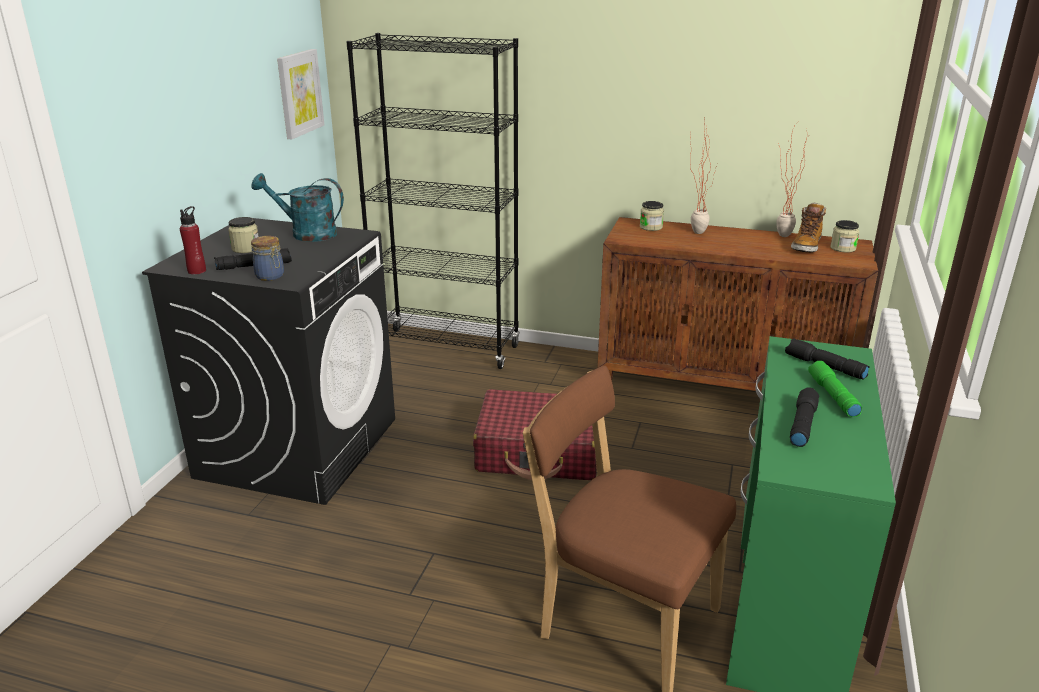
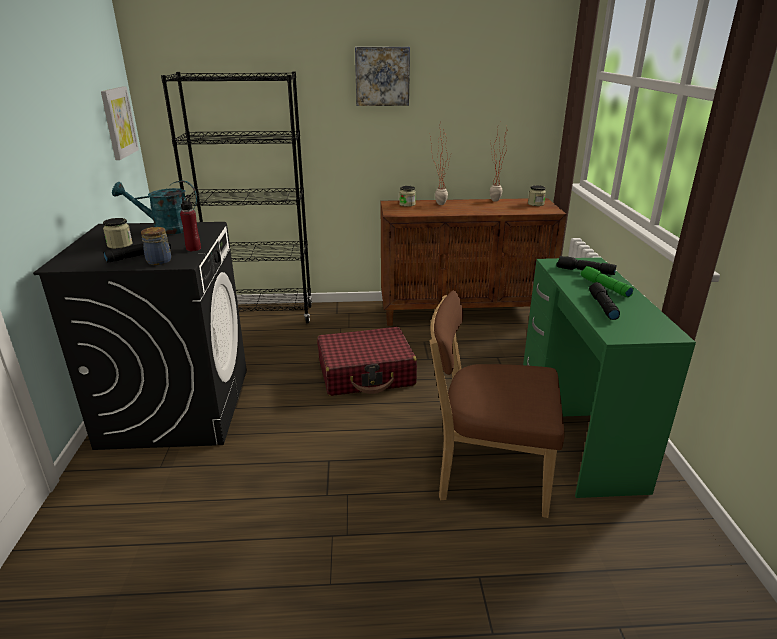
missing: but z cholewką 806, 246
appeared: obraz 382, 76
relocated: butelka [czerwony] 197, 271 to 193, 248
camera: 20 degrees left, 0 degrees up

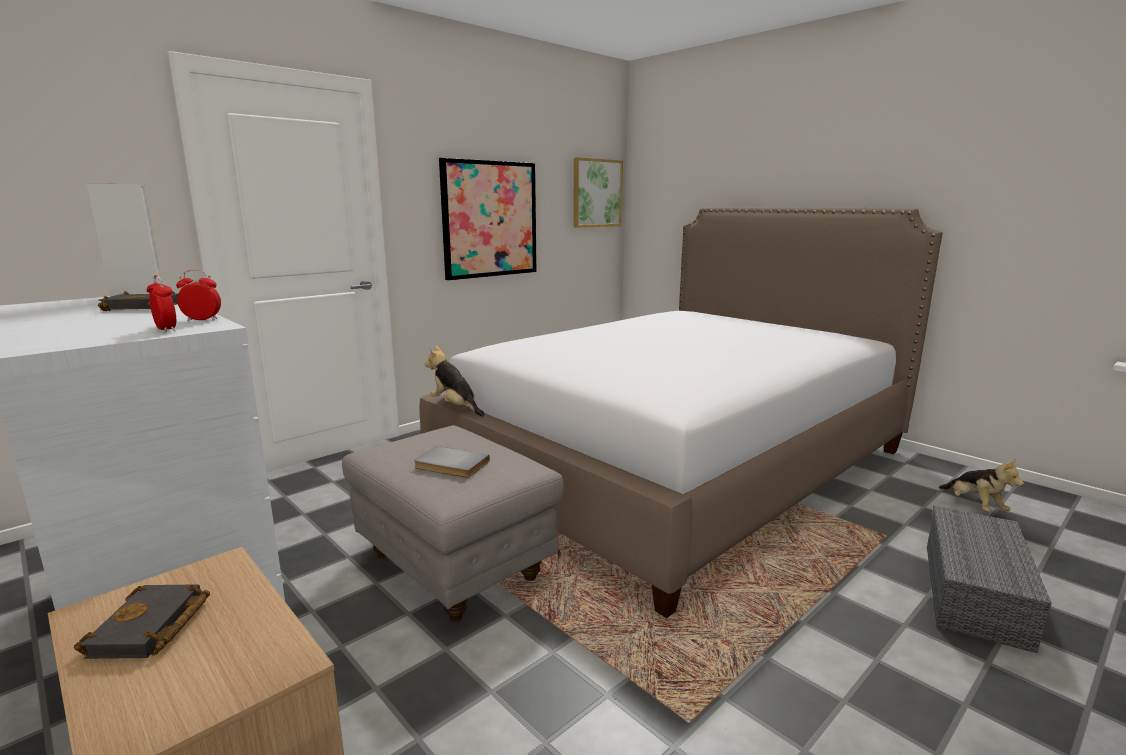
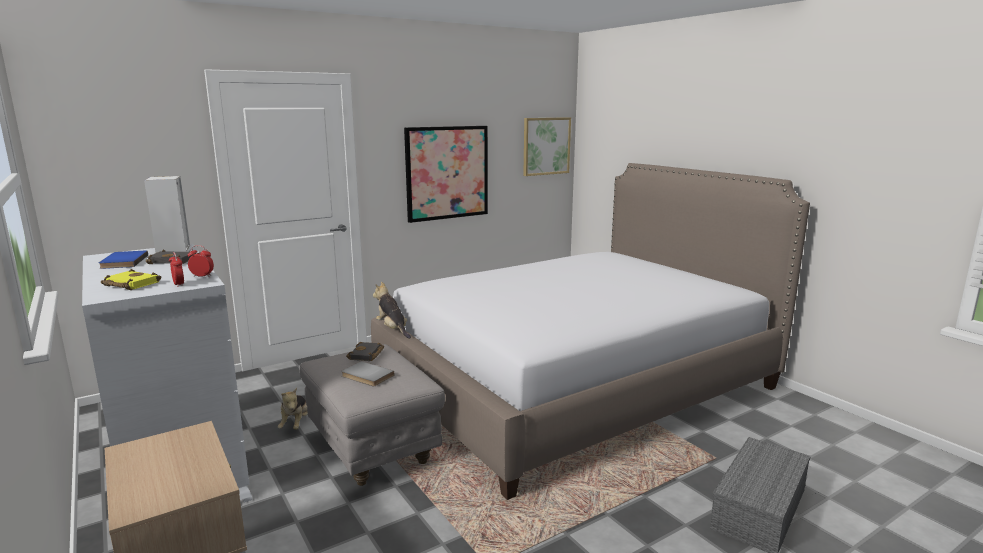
appeared: książka [niebieski] 122, 262; książka [żółty] 129, 284
relocated: książka [czarny] 150, 629 to 366, 355; pluszak 974, 506 to 296, 424
camera: 10 degrees right, 0 degrees up

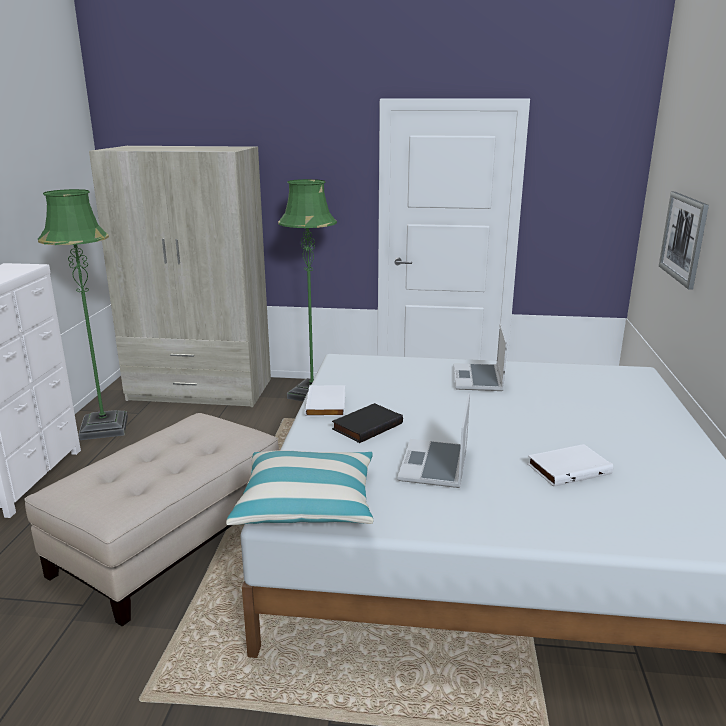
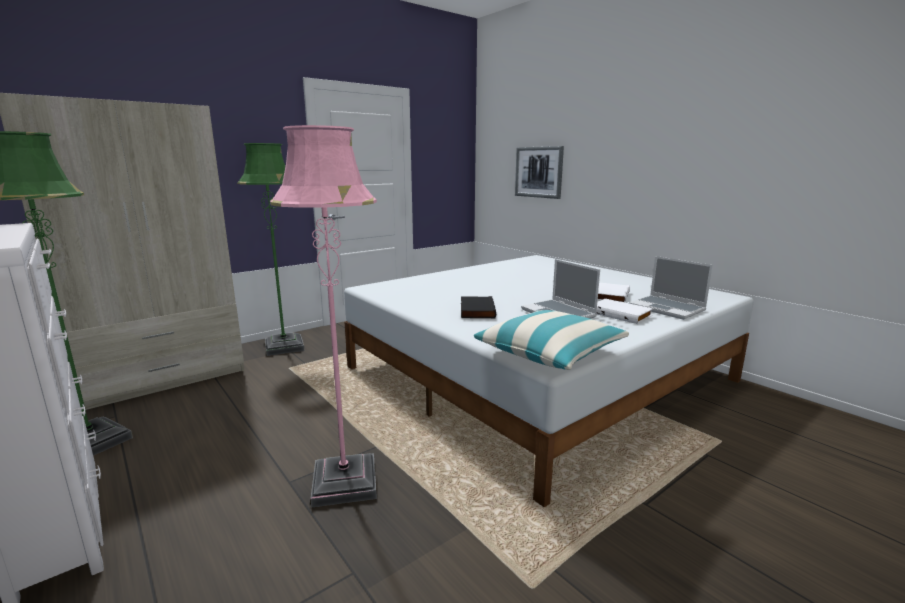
relocated: książka [biały] 327, 405 to 621, 314; laptop 478, 379 to 668, 308
exchanged: pufa [beżowy] 170, 540 to lampa stojąca [różowy] 345, 482
camera: 45 degrees left, 5 degrees down

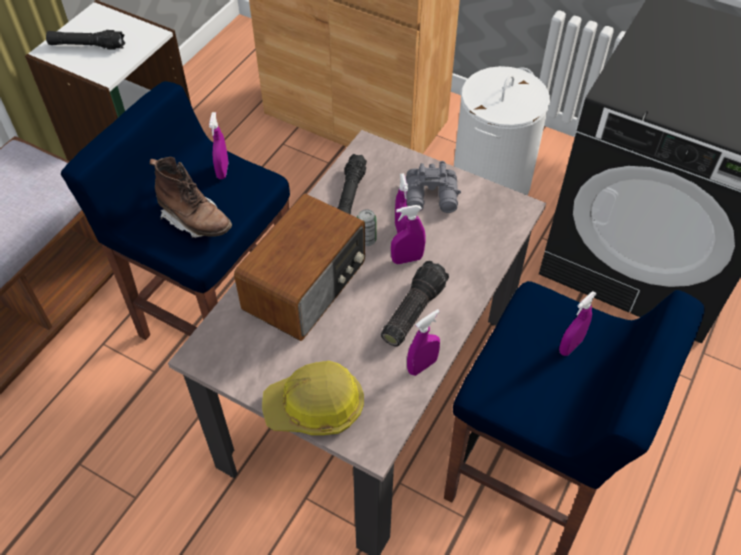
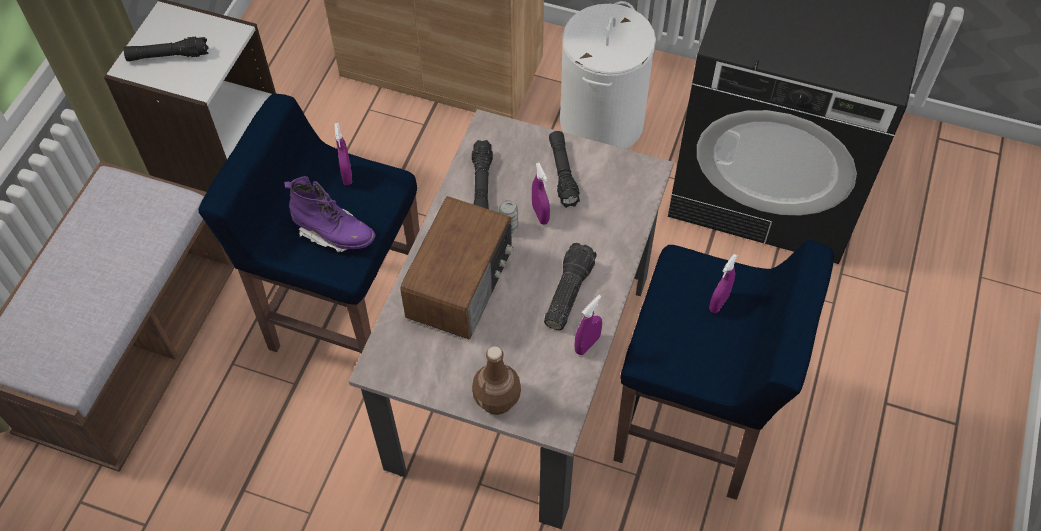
missing: spryskiwacz [fioletowy] 407, 259
exchanged: kask 315, 407 to butelka [brązowy] 497, 400; lornetka [szary] 432, 198 to latarka [czarny] 562, 173
colour: but z cholewką [brązowy] 195, 220 to but z cholewką [fioletowy] 334, 233
camera: 10 degrees left, 5 degrees up

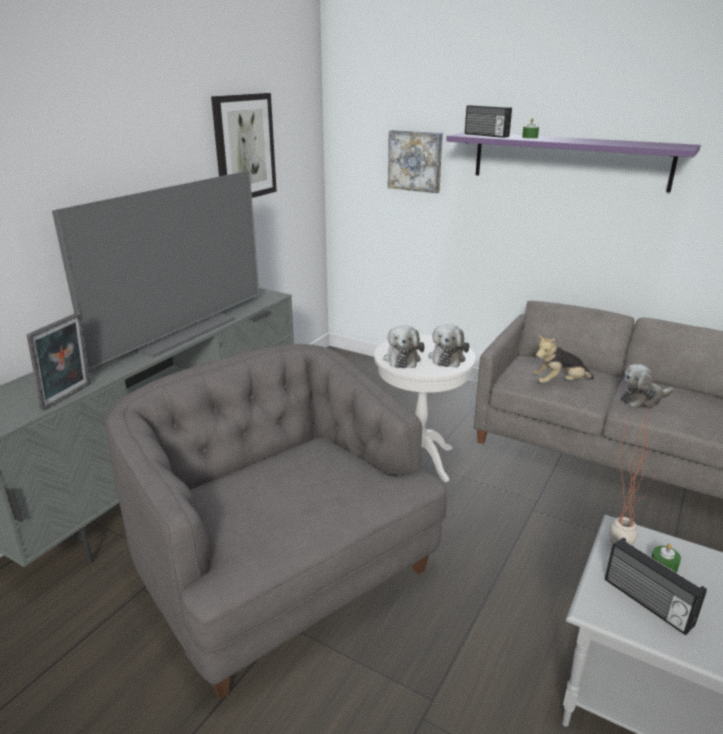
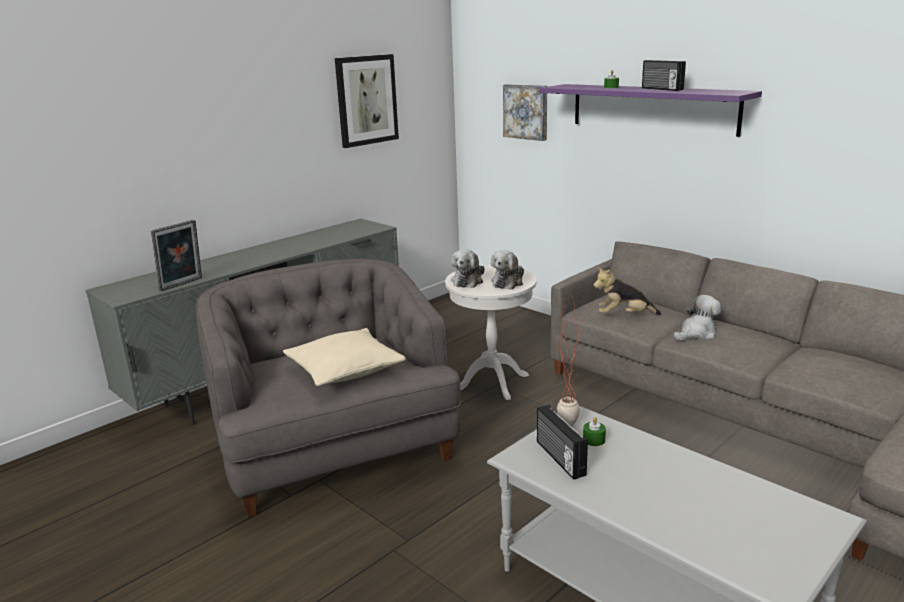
missing: telewizor 178, 331
appeared: poduszka [beżowy] 345, 370
relocated: radio 485, 135 to 661, 89
spun: pluszak 643, 400 = 696, 333 150 degrees clockwise
camera: 15 degrees right, 5 degrees down

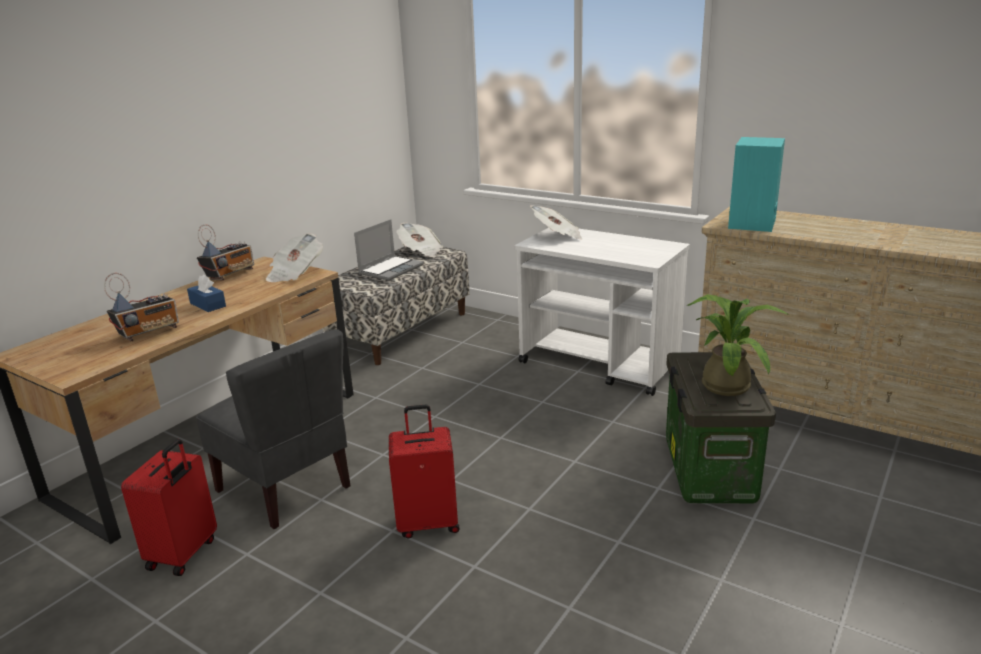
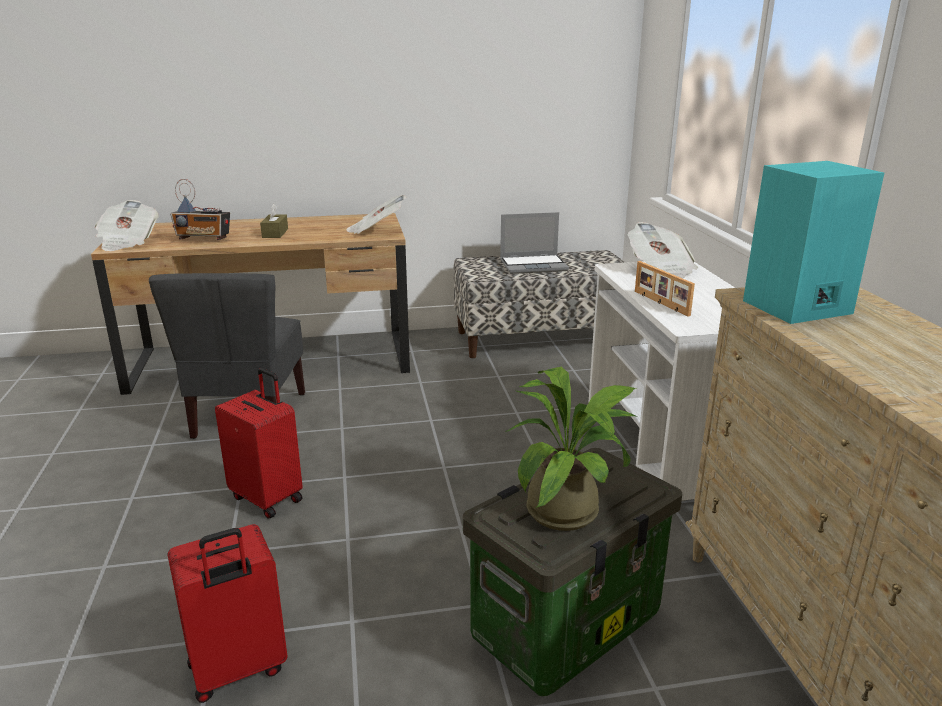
missing: radio 230, 275
appeared: ramka na zdjęcie 660, 303
relocated: walizka [czerwony] 184, 554 to 238, 670; gazeta 421, 251 to 127, 242
colour: pudełko chusteczek [niebieski] 208, 305 to pudełko chusteczek [brązowy] 275, 233
camera: 45 degrees right, 0 degrees up

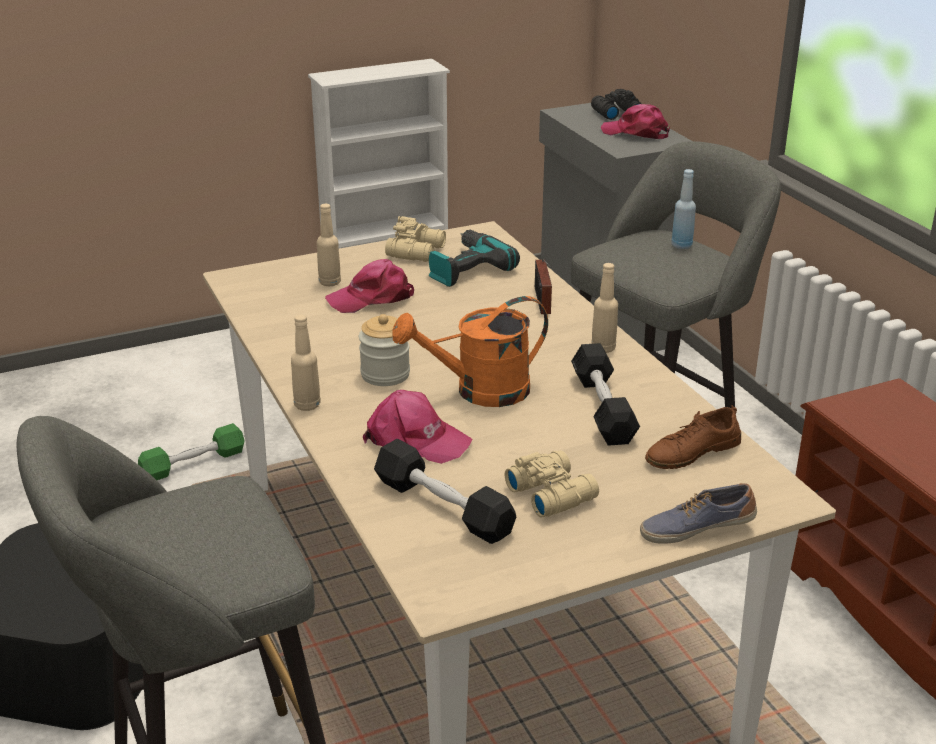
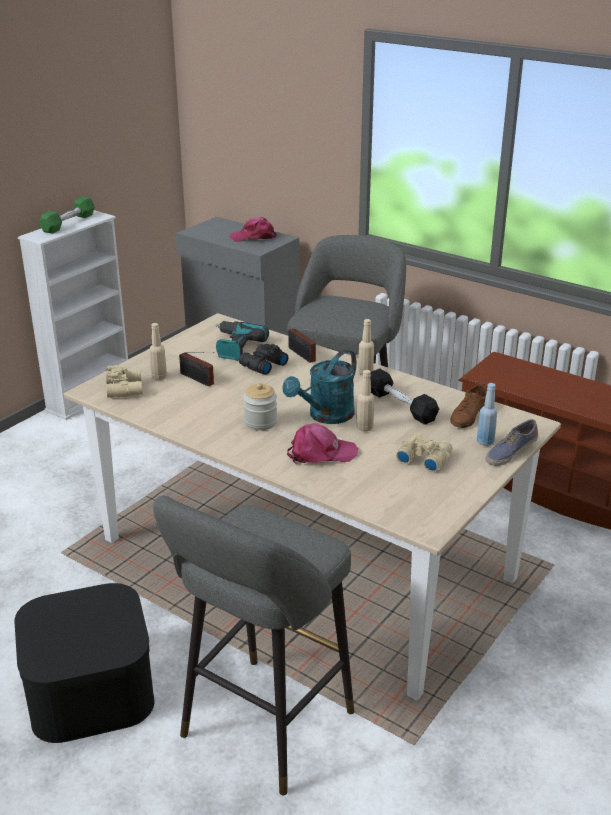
missing: hantel [czarny] 443, 507
relocated: hantel [zielony] 193, 463 to 68, 223; butelka [beżowy] 307, 405 to 364, 428; lornetka [beżowy] 418, 251 to 125, 389; lornetka [czarny] 615, 113 to 262, 365; butelka [niebieski] 681, 245 to 485, 442
exchanged: czapka z daszkiem [różowy] 372, 298 to radio 198, 379
colour: konewka [pomarańczowy] 479, 392 to konewka [turkusowy] 325, 416
camera: 30 degrees left, 0 degrees up

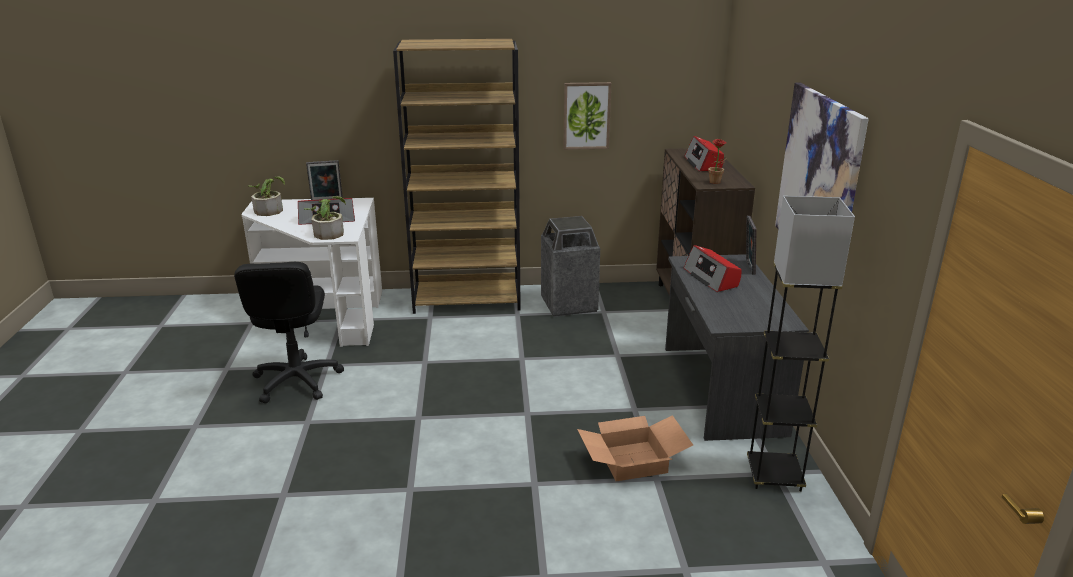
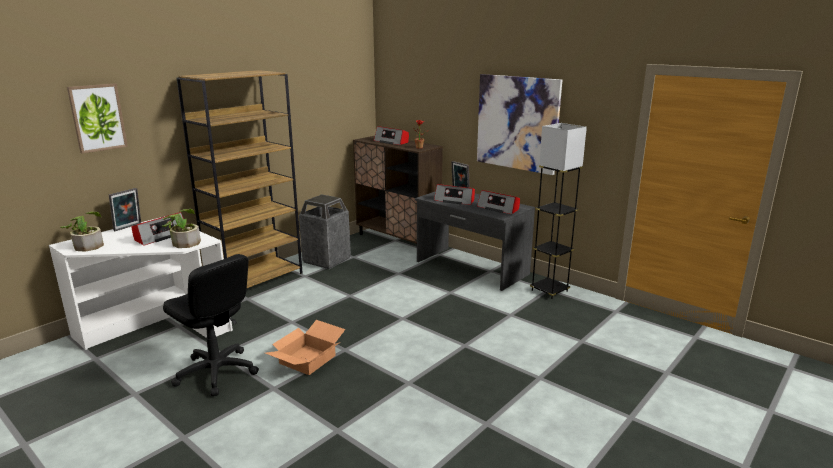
appeared: radio 498, 208
relocated: obraz 586, 116 to 97, 118; karton 632, 461 to 307, 360
camera: 45 degrees left, 5 degrees down

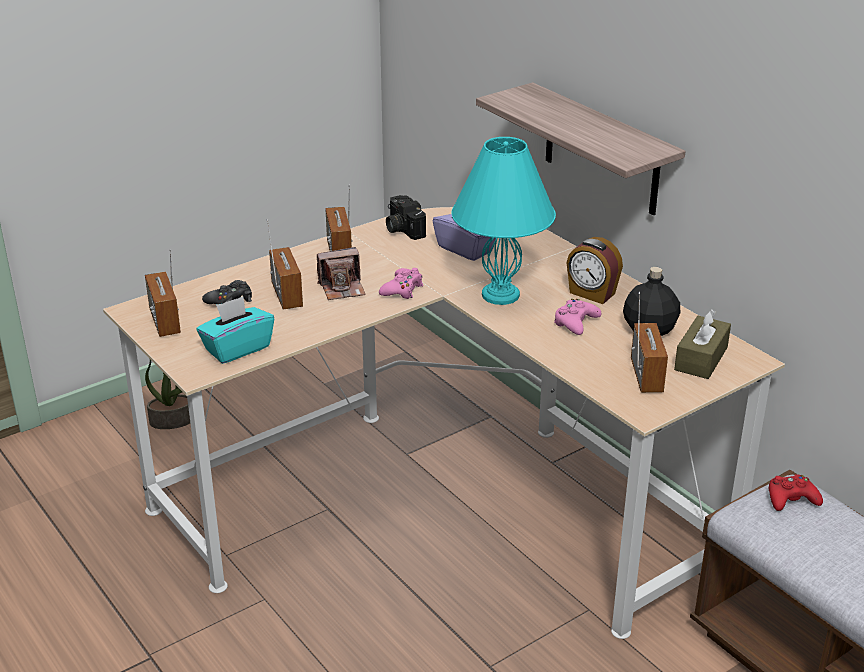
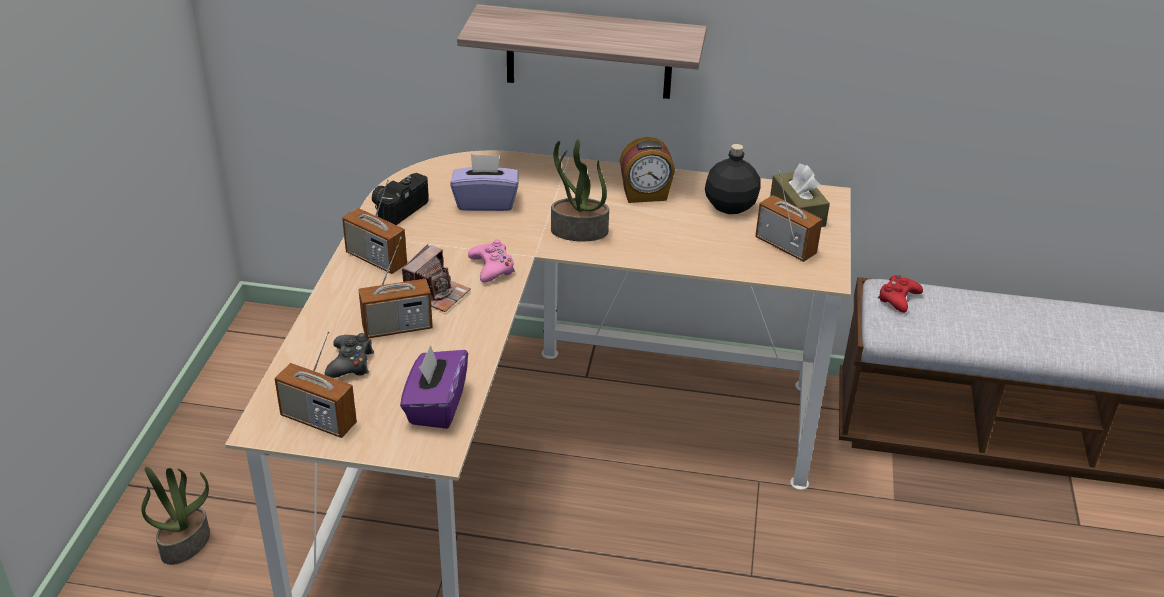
missing: pad do gier [różowy] 575, 322
exchanged: lampa stołowa [turkusowy] 499, 295 to roślina doniczkowa 578, 232
colour: pudełko chusteczek [turkusowy] 237, 348 to pudełko chusteczek [fioletowy] 436, 406
spun: radio 287, 295 = 397, 328 135 degrees clockwise; aparat fotograficzny 402, 229 = 398, 208 105 degrees clockwise
camera: 45 degrees left, 5 degrees up

